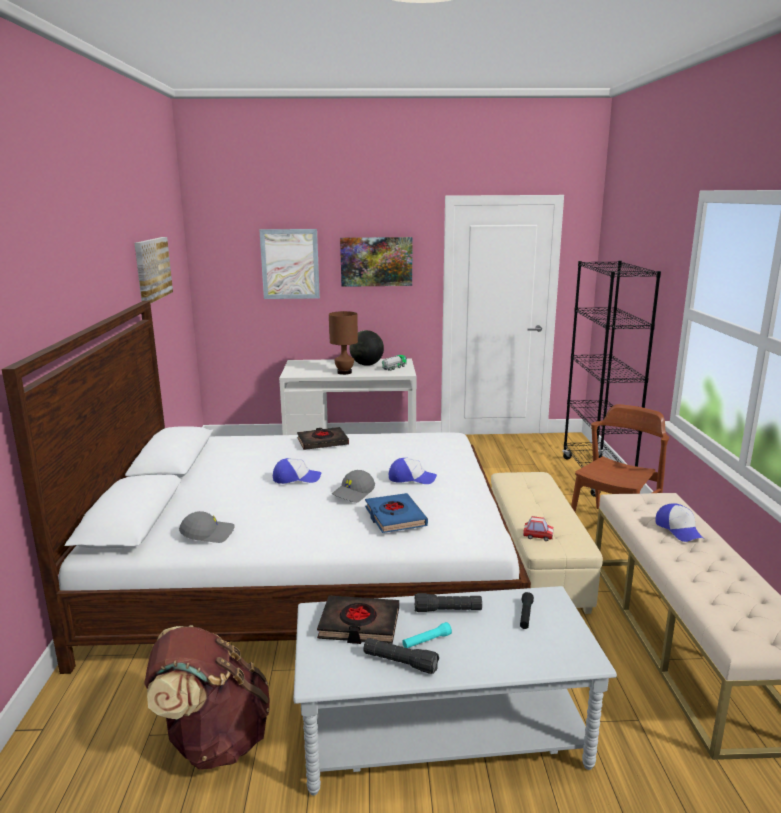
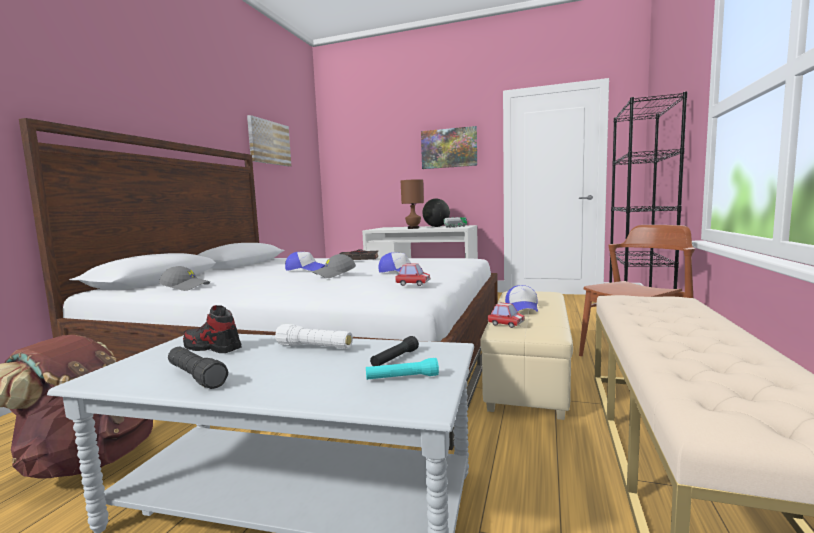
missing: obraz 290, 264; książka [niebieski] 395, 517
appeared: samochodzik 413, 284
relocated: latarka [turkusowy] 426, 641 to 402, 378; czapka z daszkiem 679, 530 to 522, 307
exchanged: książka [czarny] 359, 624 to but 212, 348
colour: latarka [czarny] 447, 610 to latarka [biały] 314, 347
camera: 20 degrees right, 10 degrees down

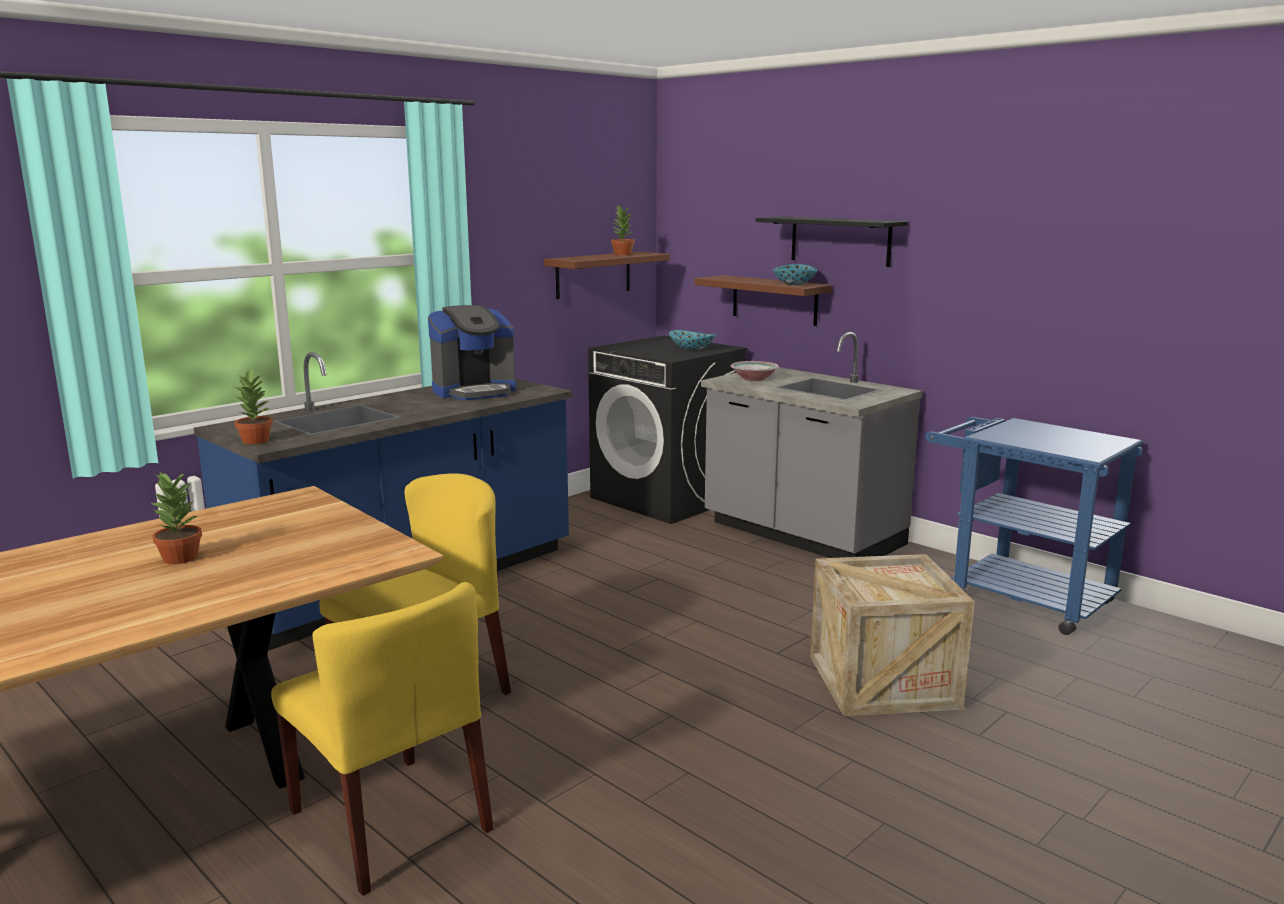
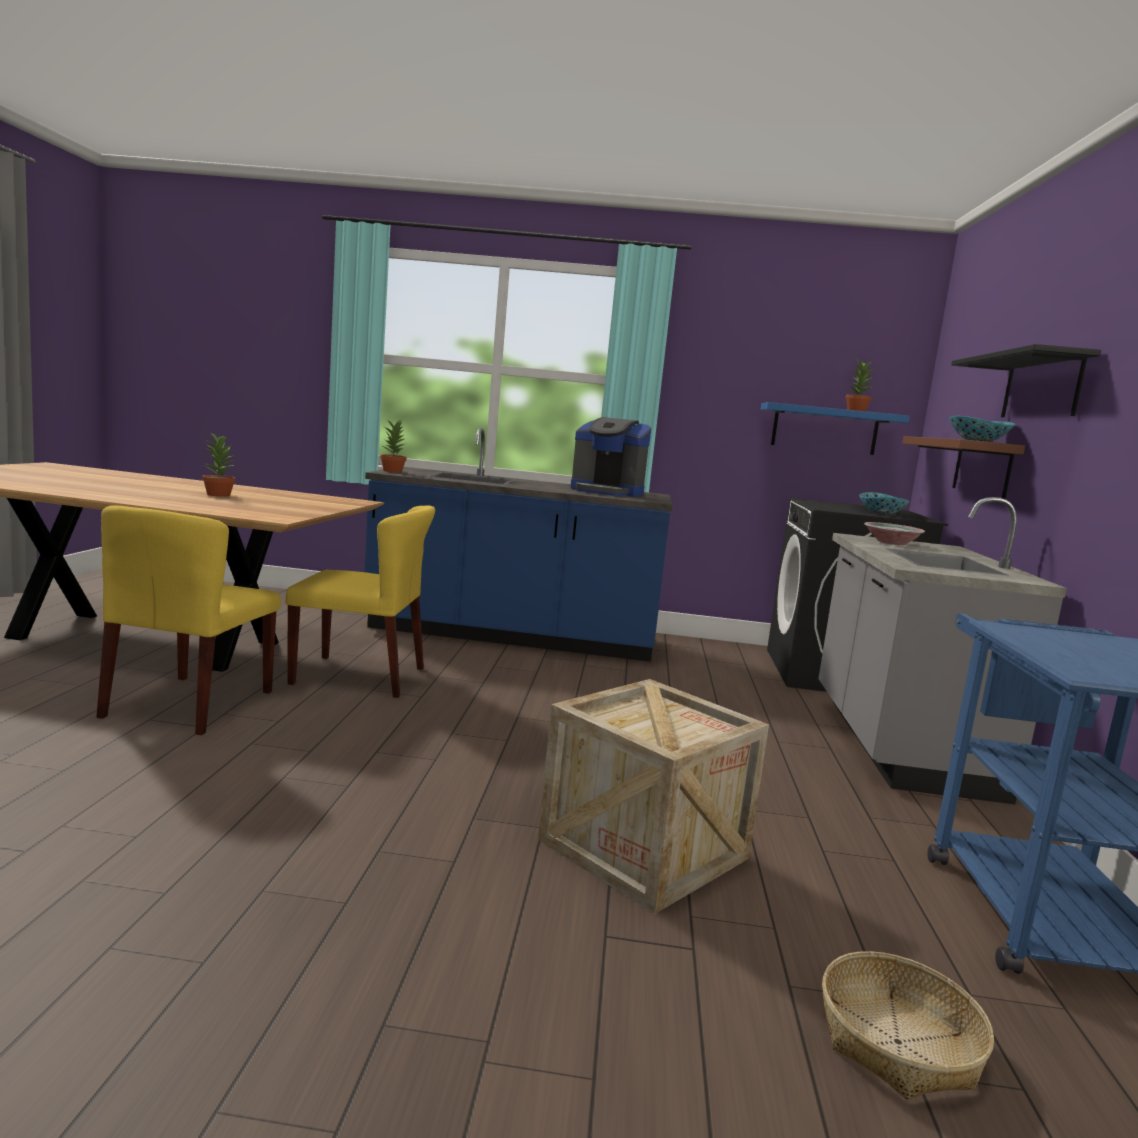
appeared: koszyk 898, 1043
colour: półka [brązowy] 593, 274 to półka [niebieski] 824, 429
camera: 50 degrees right, 5 degrees down

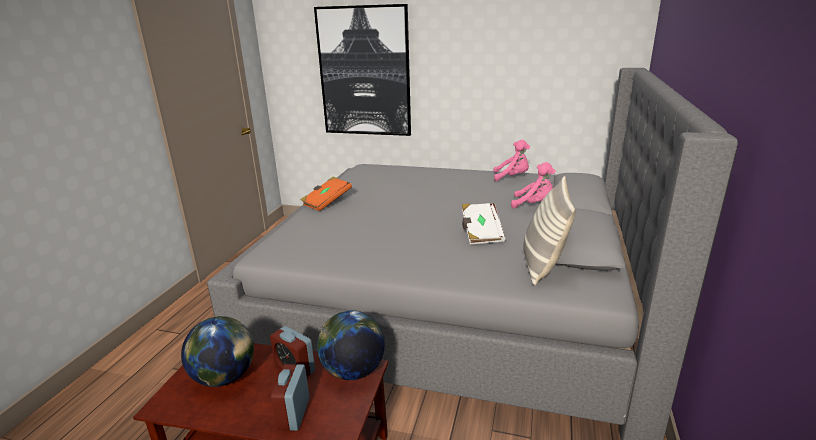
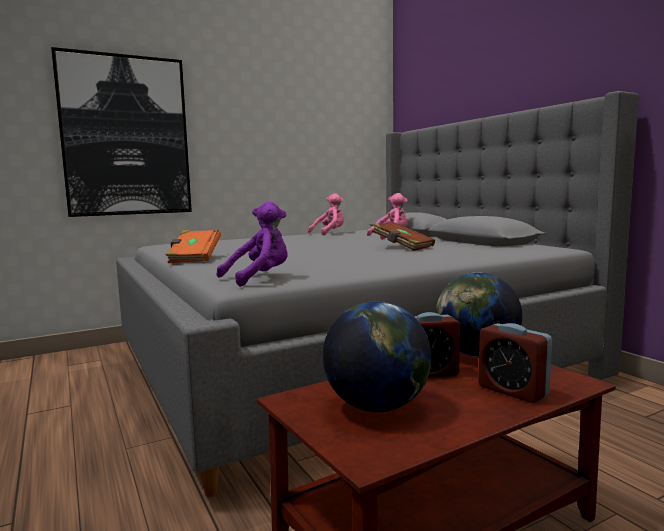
missing: poduszka 542, 265
appeared: pluszak [fioletowy] 259, 278
colour: książka [biały] 481, 233 to książka [brązowy] 402, 247
camera: 45 degrees left, 15 degrees down

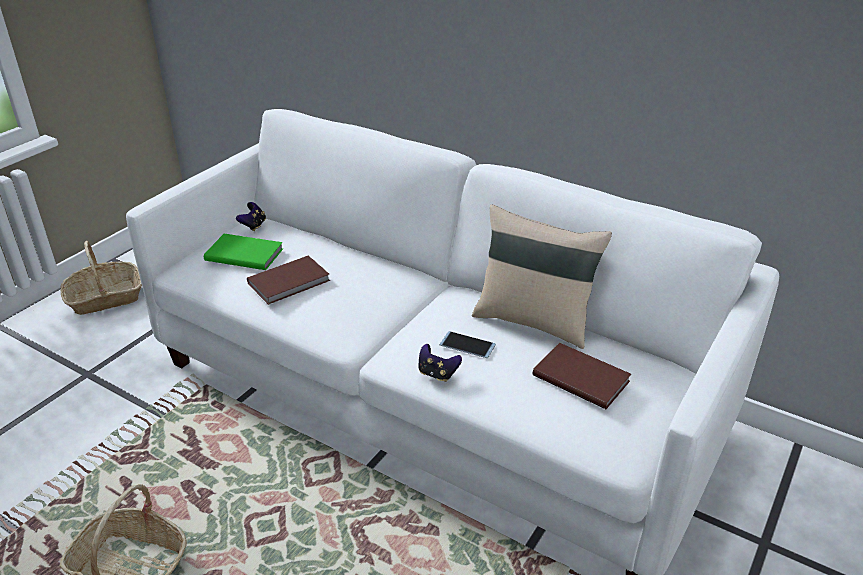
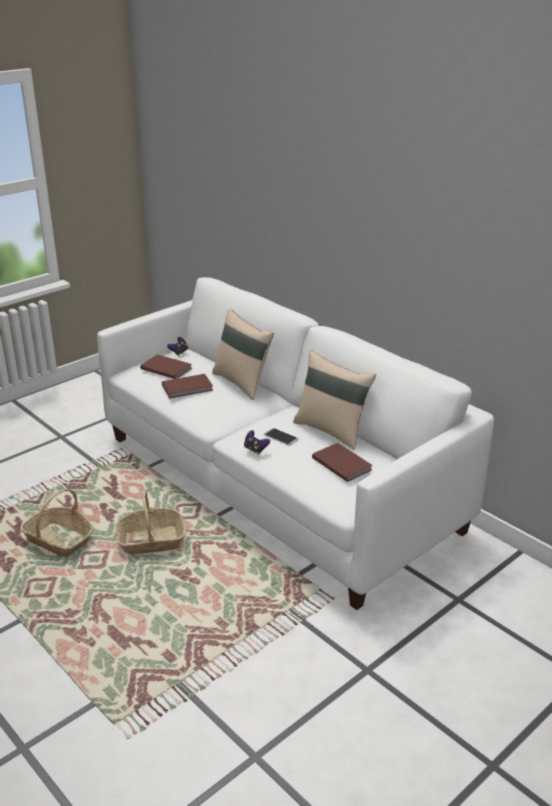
appeared: poduszka [beżowy] 242, 383
relocated: koszyk 105, 298 to 151, 541
colour: książka [zielony] 244, 254 to książka [brązowy] 166, 368
camera: 15 degrees right, 5 degrees down

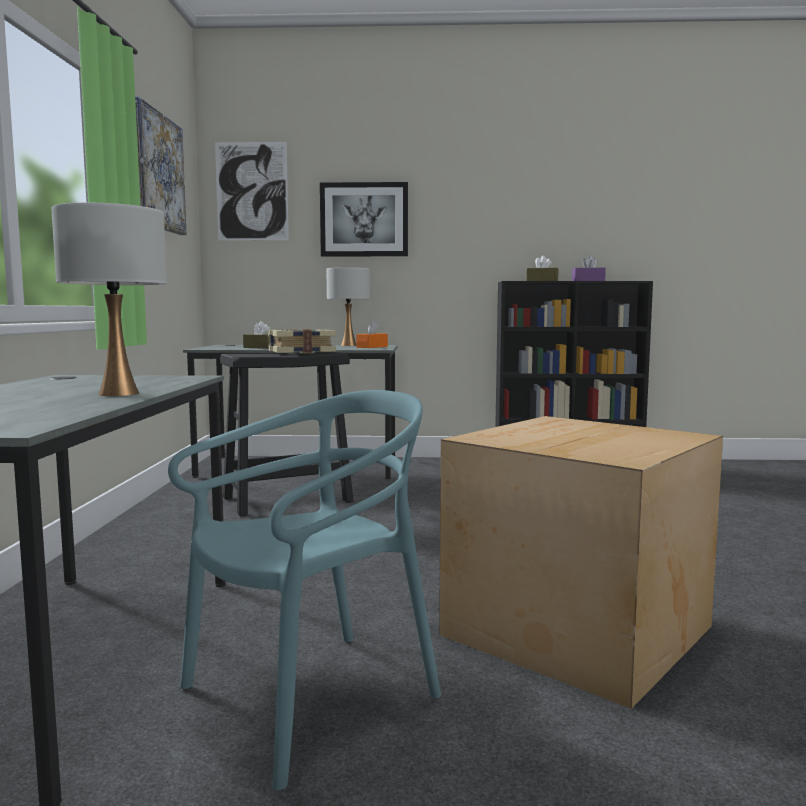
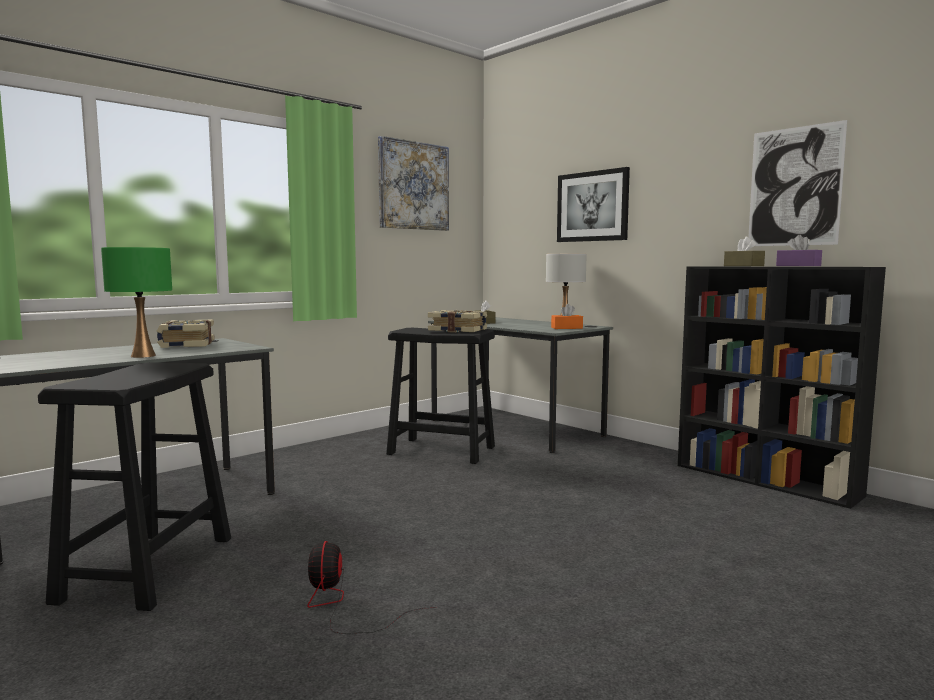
appeared: książka 186, 345
relocated: obraz 252, 191 to 794, 187
exchanged: krzesło [turkusowy] 310, 698 to stołek [czarny] 147, 569; karton 572, 630 to wentylator 342, 605
colour: lampa stołowa [biały] 119, 393 to lampa stołowa [zielony] 143, 356
camera: 45 degrees right, 0 degrees up

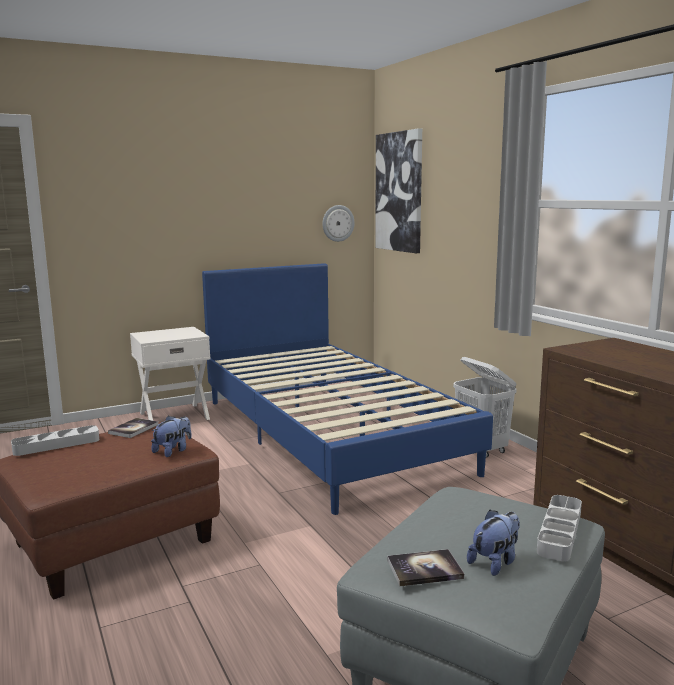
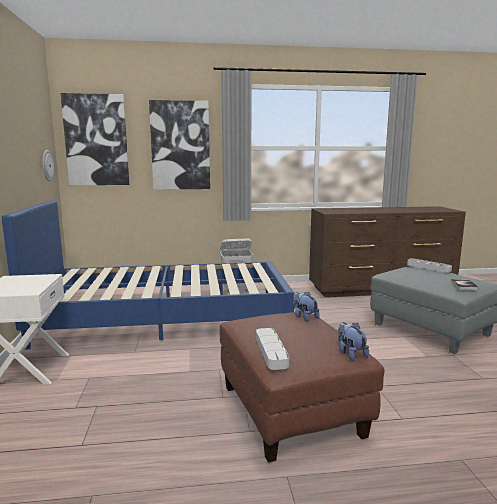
missing: książka 133, 429
appeared: obraz 180, 145
relocated: pluszak 495, 562 to 350, 354
camera: 70 degrees left, 0 degrees up

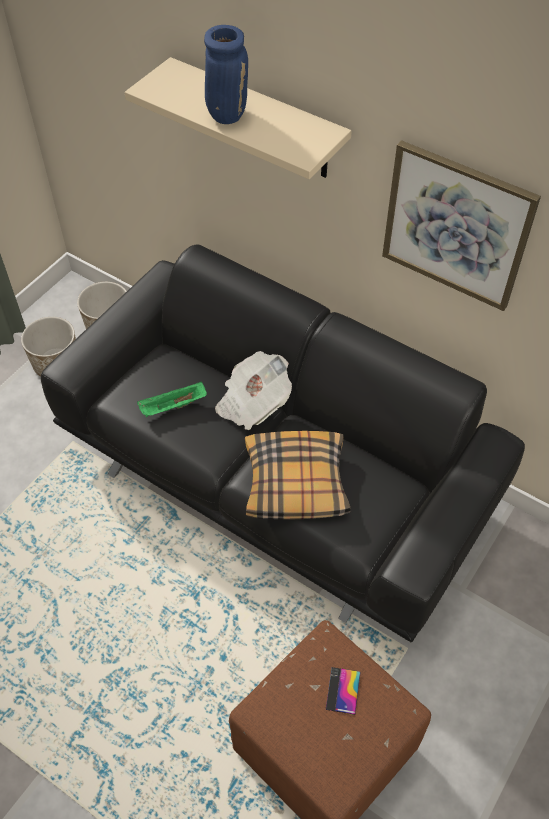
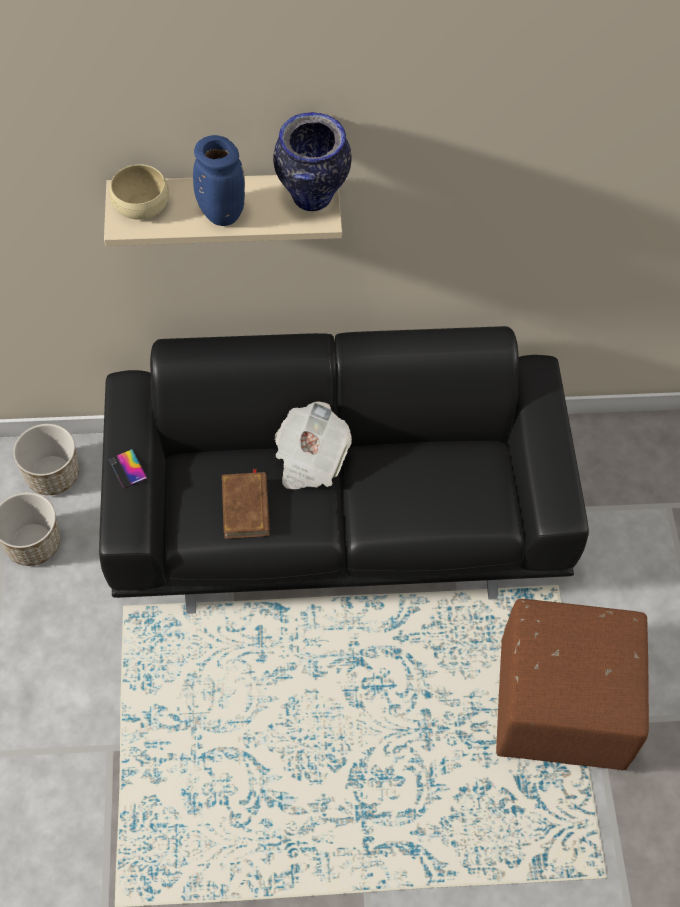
missing: poduszka 295, 483; obraz 456, 226
appeared: miska [beżowy] 141, 204; wazon 312, 199
relocated: telefon 343, 690 to 128, 469
exchanged: taca [zielony] 173, 407 to książka [brązowy] 246, 507
camera: 40 degrees left, 5 degrees up

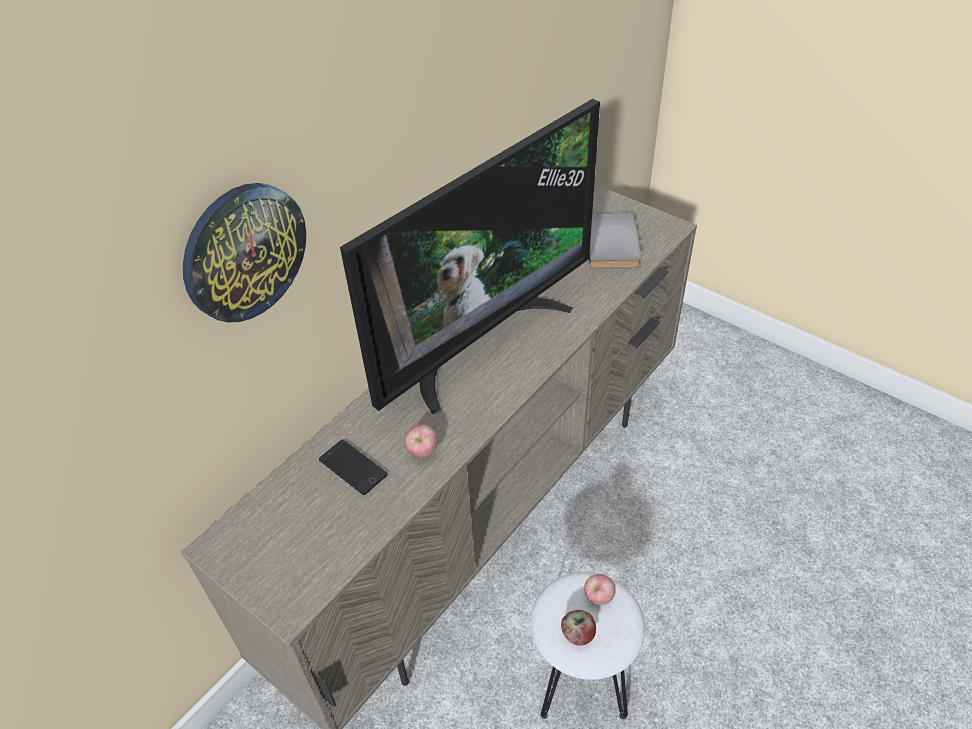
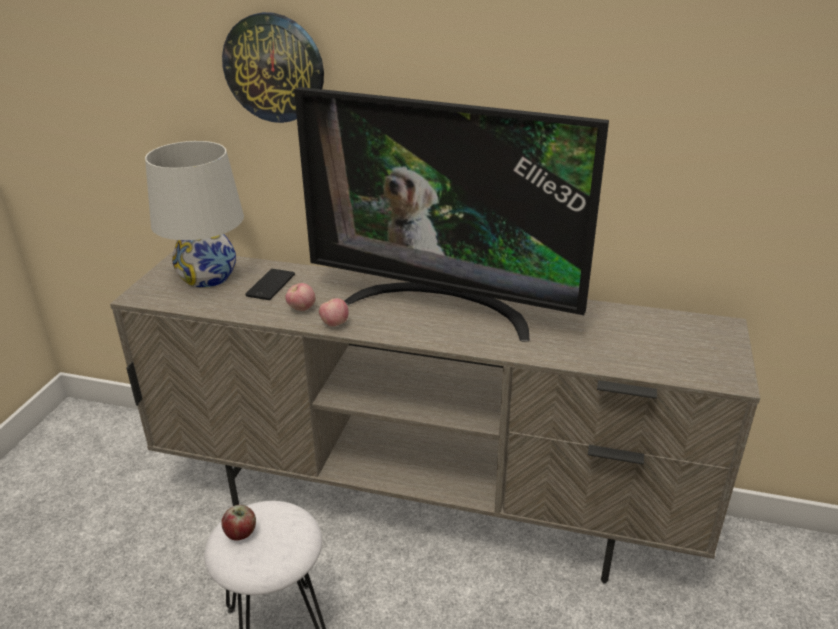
missing: książka [szary] 614, 243
appeared: lampa stołowa [biały] 207, 276
relocated: jabłko 598, 597 to 334, 324
camera: 65 degrees right, 15 degrees down

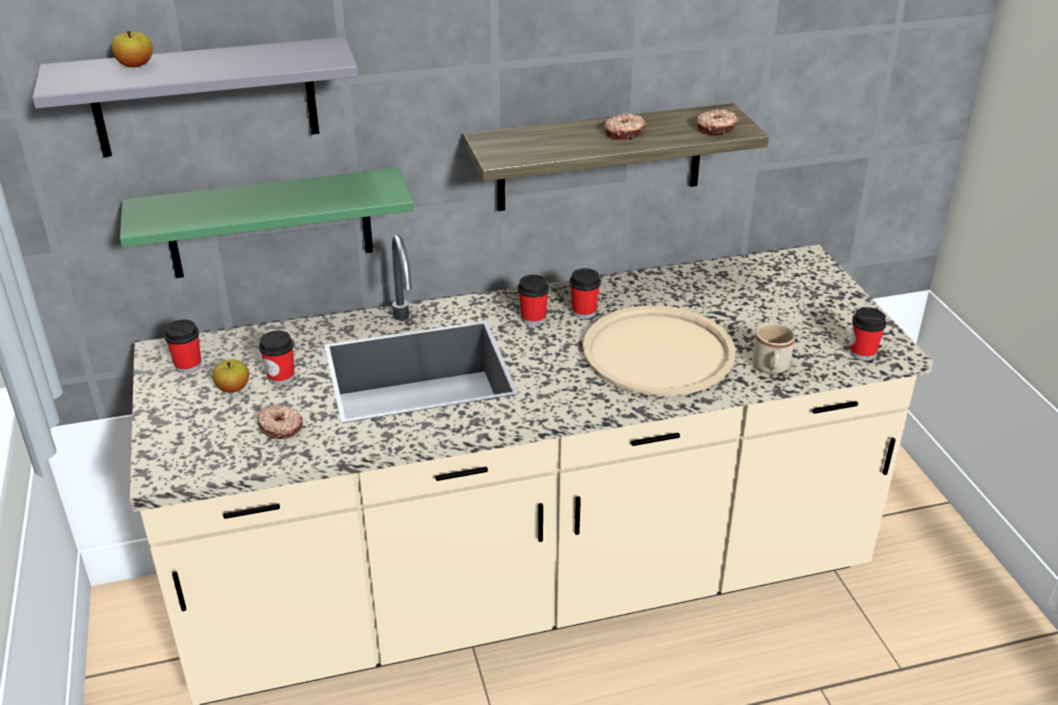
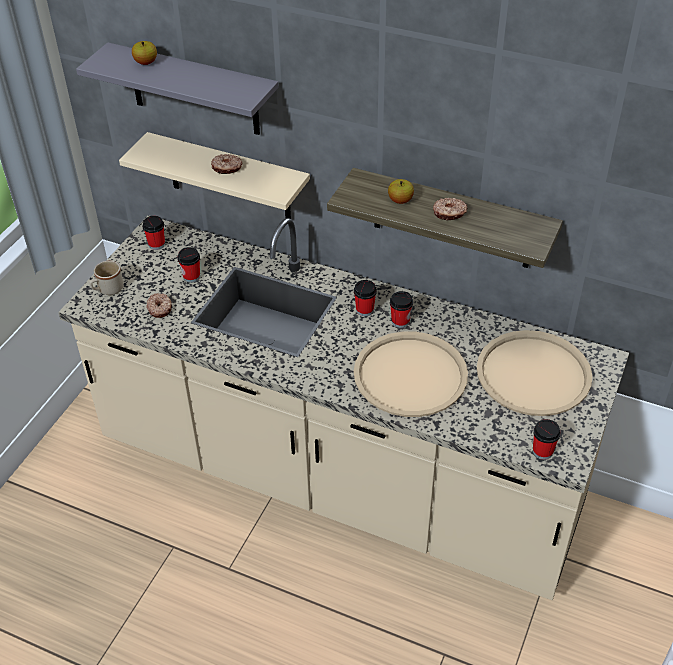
appeared: taca [beżowy] 533, 374
relocated: jabłko 233, 388 to 400, 200; donut 716, 129 to 227, 168; kubek [beżowy] 771, 368 to 107, 290
colour: półka [zielony] 270, 224 to półka [beżowy] 229, 177
camera: 40 degrees right, 10 degrees up

